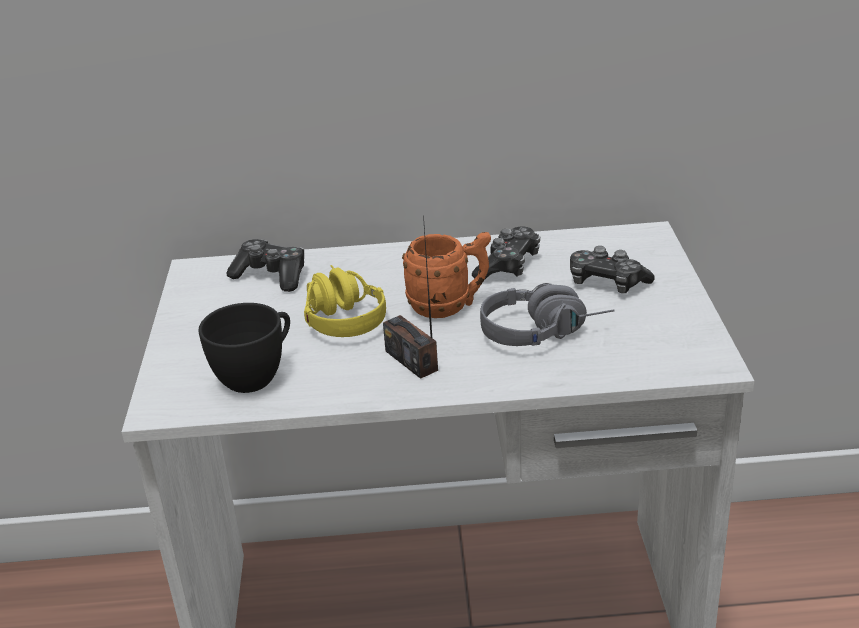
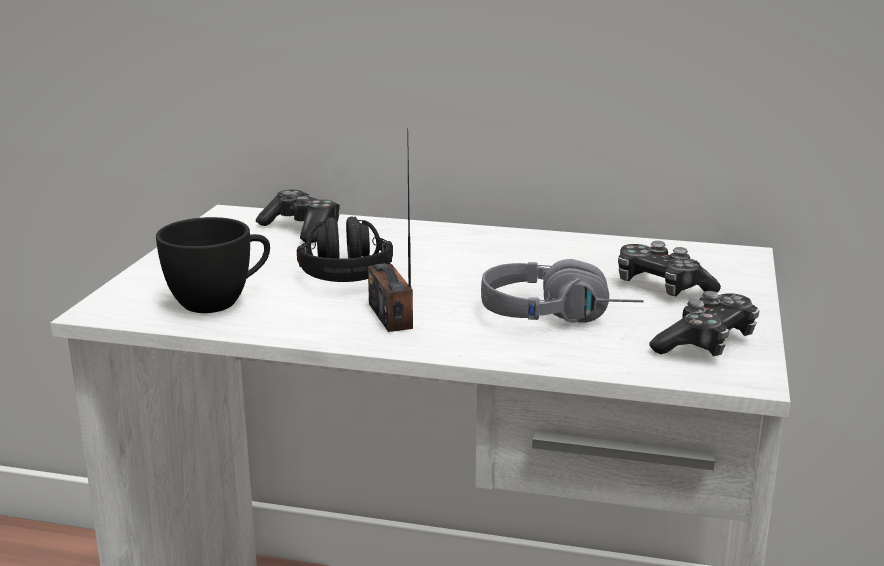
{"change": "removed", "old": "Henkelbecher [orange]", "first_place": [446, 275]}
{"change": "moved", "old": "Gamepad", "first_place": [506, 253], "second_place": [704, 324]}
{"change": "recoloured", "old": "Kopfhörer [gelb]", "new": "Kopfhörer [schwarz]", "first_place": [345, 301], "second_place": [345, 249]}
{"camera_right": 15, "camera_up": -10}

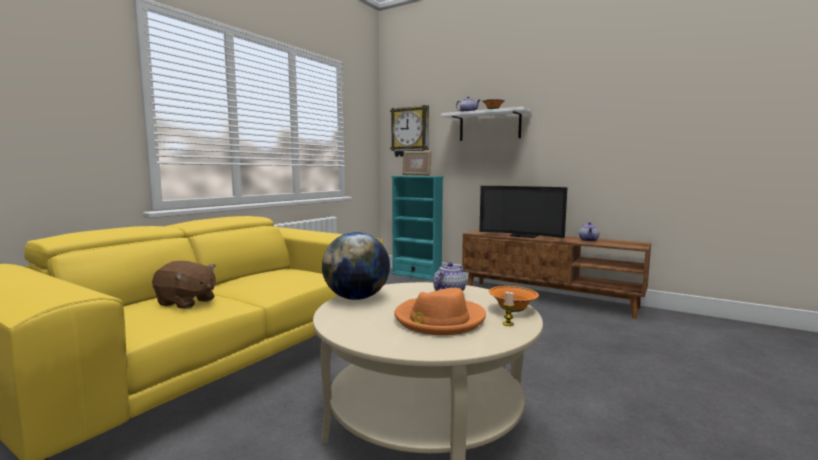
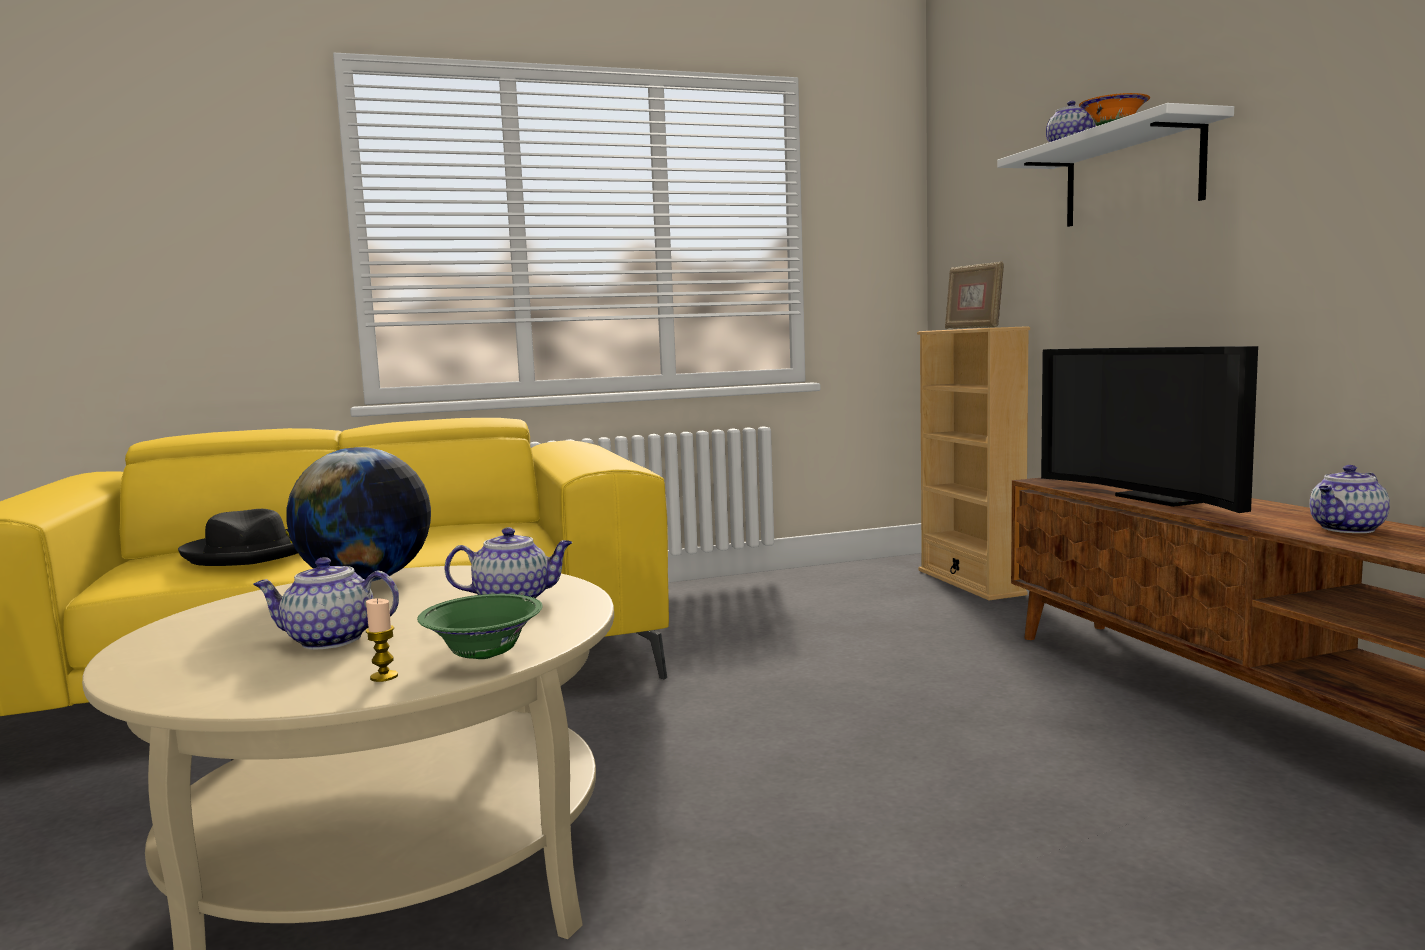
{"change": "removed", "old": "Wanduhr", "first_place": [409, 131]}
{"change": "replaced", "old": "Plüschtier [braun]", "new": "Hut [schwarz]", "first_place": [184, 285], "second_place": [238, 537]}
{"change": "replaced", "old": "Hut [orange]", "new": "Teekanne", "first_place": [440, 311], "second_place": [326, 603]}
{"change": "recoloured", "old": "Bücherregal [türkis]", "new": "Bücherregal [beige]", "first_place": [417, 228], "second_place": [973, 463]}
{"change": "recoloured", "old": "Schüssel [orange]", "new": "Schüssel [grün]", "first_place": [514, 299], "second_place": [480, 626]}
{"camera_right": 40, "camera_up": 0}

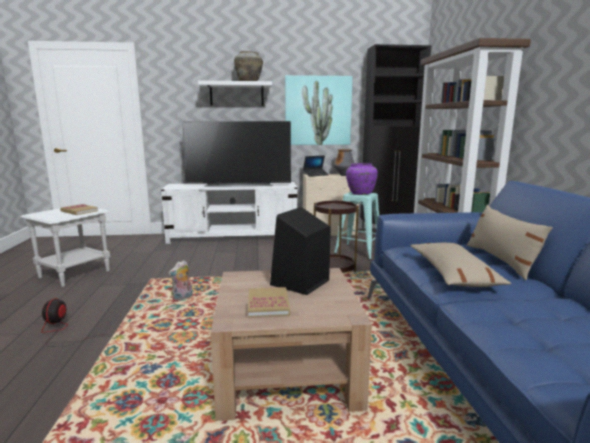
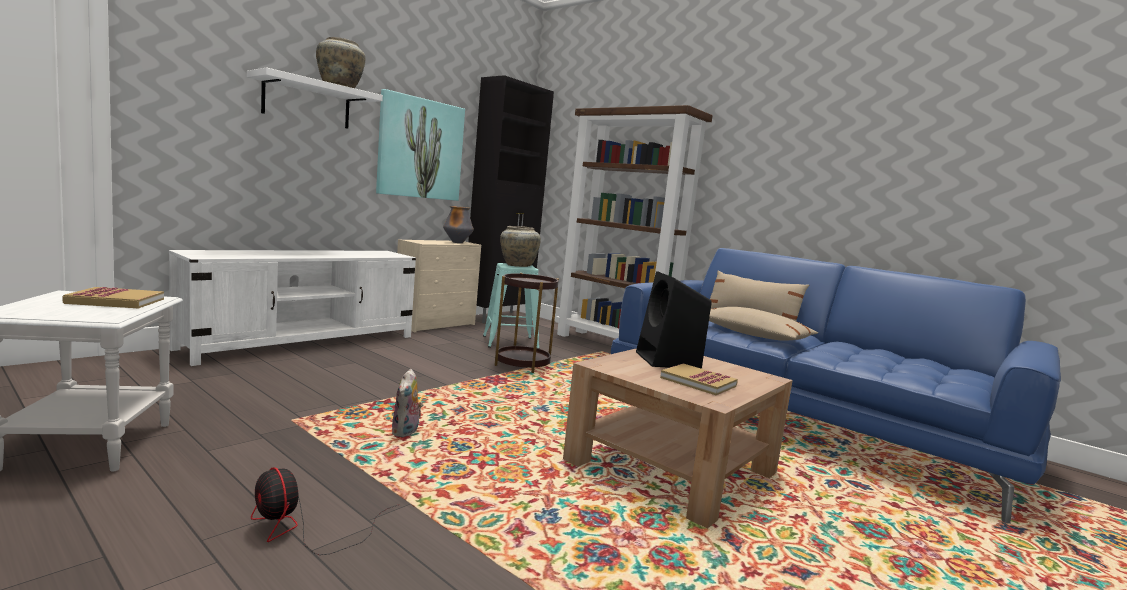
{"change": "removed", "old": "Fernseher", "first_place": [236, 154]}
{"change": "removed", "old": "Laptop", "first_place": [315, 166]}
{"change": "recoloured", "old": "Vase [lila]", "new": "Vase [beige]", "first_place": [362, 179], "second_place": [520, 246]}
{"camera_right": -45, "camera_up": -5}

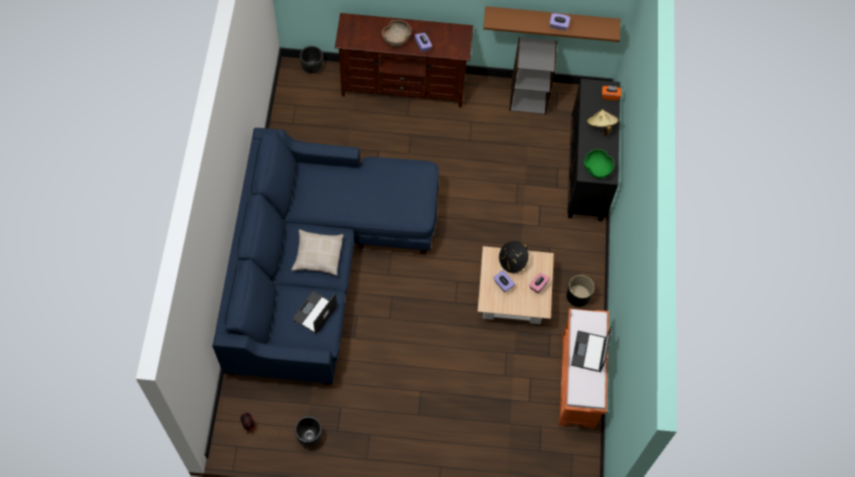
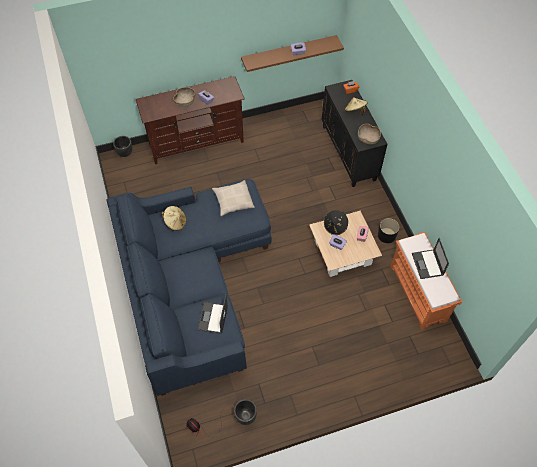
{"change": "removed", "old": "Bücherregal [grau]", "first_place": [533, 76]}
{"change": "added", "new": "Hut [beige]", "second_place": [174, 218]}
{"change": "moved", "old": "Kissen [beige]", "first_place": [317, 252], "second_place": [233, 198]}
{"change": "recoloured", "old": "Schüssel [grün]", "new": "Schüssel [braun]", "first_place": [599, 164], "second_place": [369, 134]}
{"camera_right": -20, "camera_up": -5}

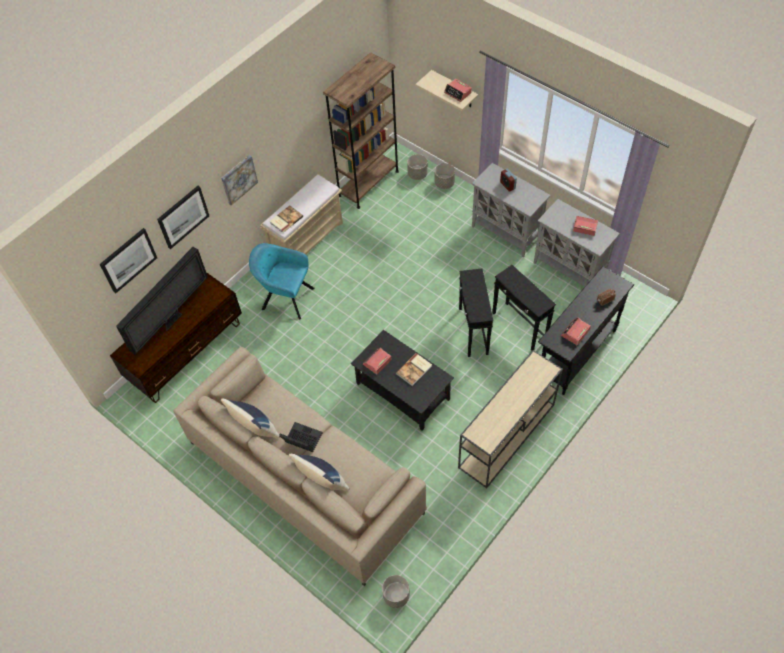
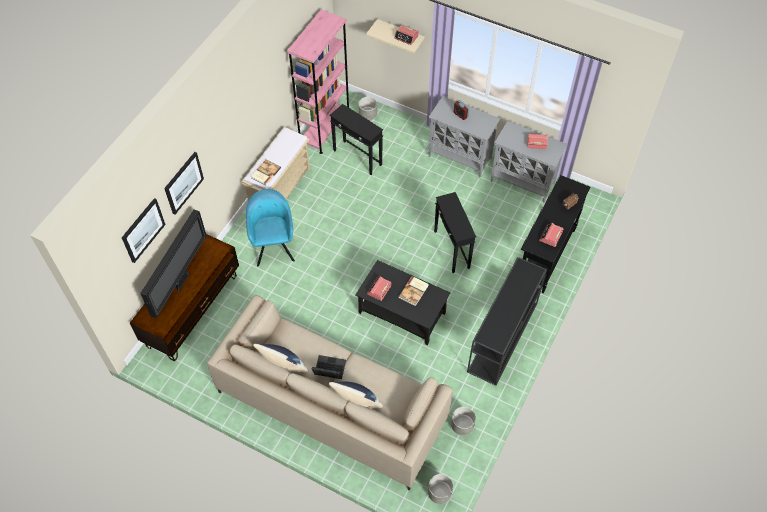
{"change": "removed", "old": "Bild", "first_place": [239, 180]}
{"change": "moved", "old": "Pflanzkübel [grau]", "first_place": [445, 176], "second_place": [463, 421]}
{"change": "moved", "old": "Beistelltisch [schwarz]", "first_place": [524, 307], "second_place": [356, 139]}
{"change": "recoloured", "old": "Bücherregal [braun]", "new": "Bücherregal [rosa]", "first_place": [361, 130], "second_place": [318, 82]}
{"change": "recoloured", "old": "Konsolentisch [beige]", "new": "Konsolentisch [schwarz]", "first_place": [510, 419], "second_place": [507, 321]}
{"change": "turned", "old": "Sessel [türkis]", "first_place": [282, 281], "second_place": [270, 227], "degrees": 75}
{"camera_right": -15, "camera_up": 0}

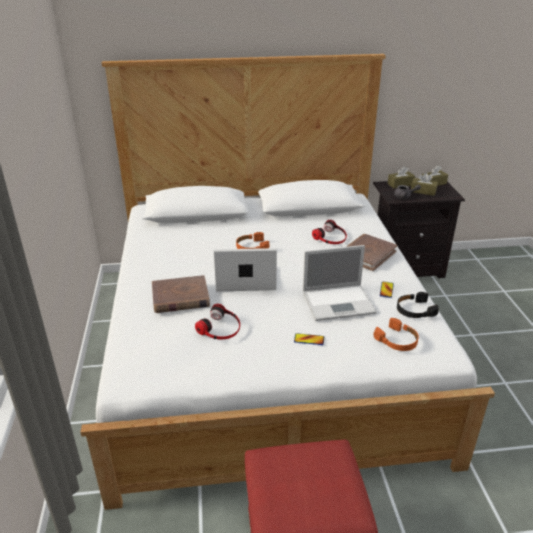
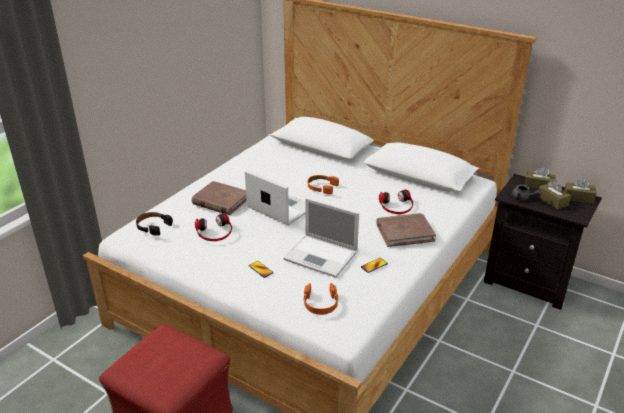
{"change": "moved", "old": "Kopfhörer [schwarz]", "first_place": [418, 305], "second_place": [154, 224]}
{"camera_right": 40, "camera_up": 0}

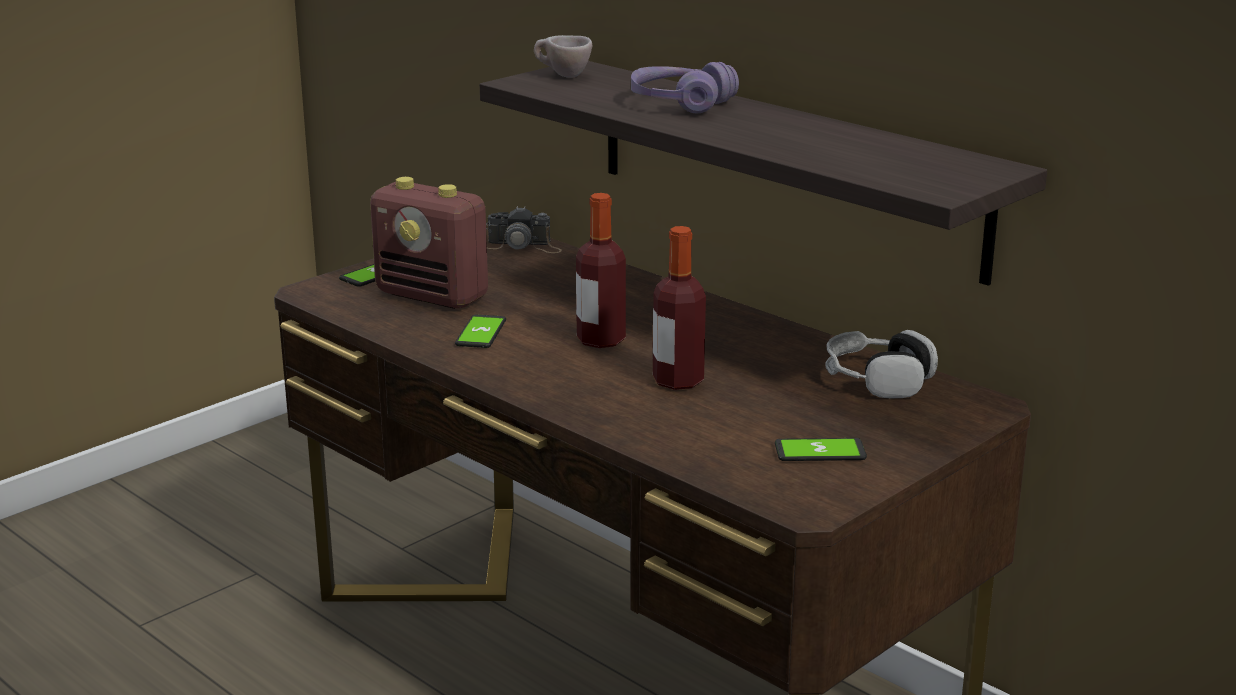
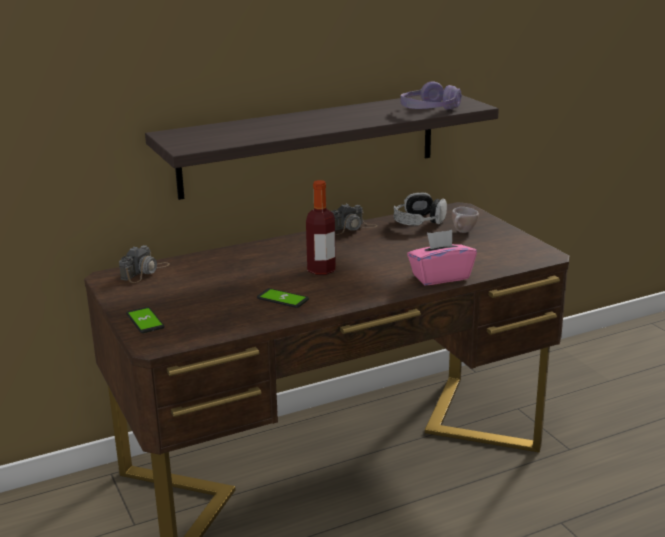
{"change": "removed", "old": "Radio", "first_place": [429, 243]}
{"change": "removed", "old": "Flasche", "first_place": [679, 308]}
{"change": "removed", "old": "Handy", "first_place": [821, 449]}
{"change": "added", "new": "Kamera", "second_place": [354, 219]}
{"change": "added", "new": "Taschentuchbox [rosa]", "second_place": [442, 257]}
{"change": "moved", "old": "Tasse [beige]", "first_place": [563, 56], "second_place": [465, 220]}
{"change": "moved", "old": "Kopfhörer [lila]", "first_place": [685, 88], "second_place": [431, 95]}
{"camera_right": -70, "camera_up": 0}

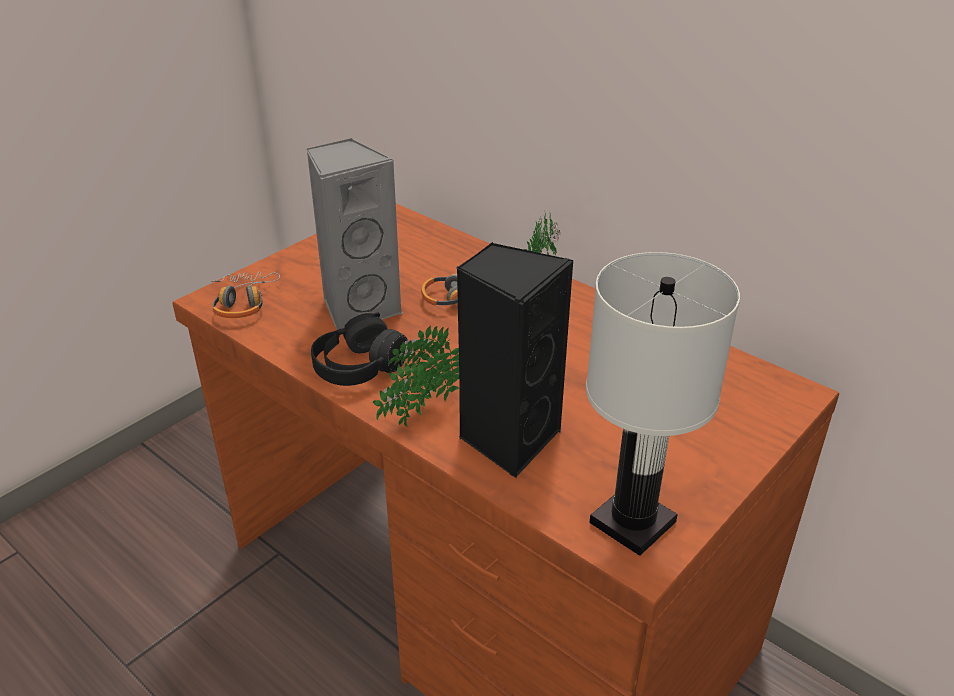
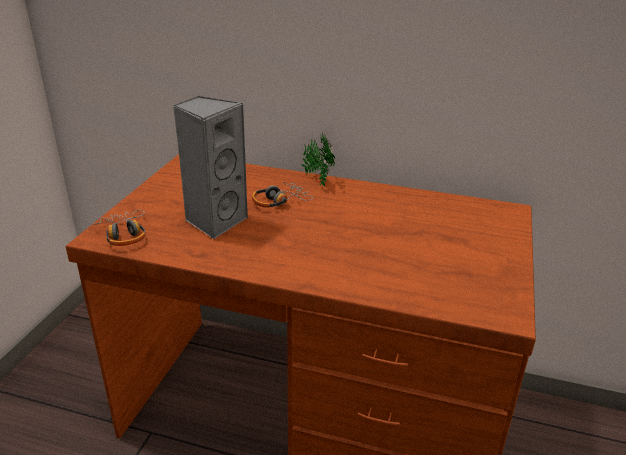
{"change": "removed", "old": "Kopfhörer [schwarz]", "first_place": [359, 349]}
{"change": "removed", "old": "Topfpflanze", "first_place": [416, 376]}
{"change": "removed", "old": "Lautsprecher [schwarz]", "first_place": [515, 360]}
{"change": "removed", "old": "Tischlampe [weiß]", "first_place": [663, 404]}
{"camera_right": -25, "camera_up": -5}

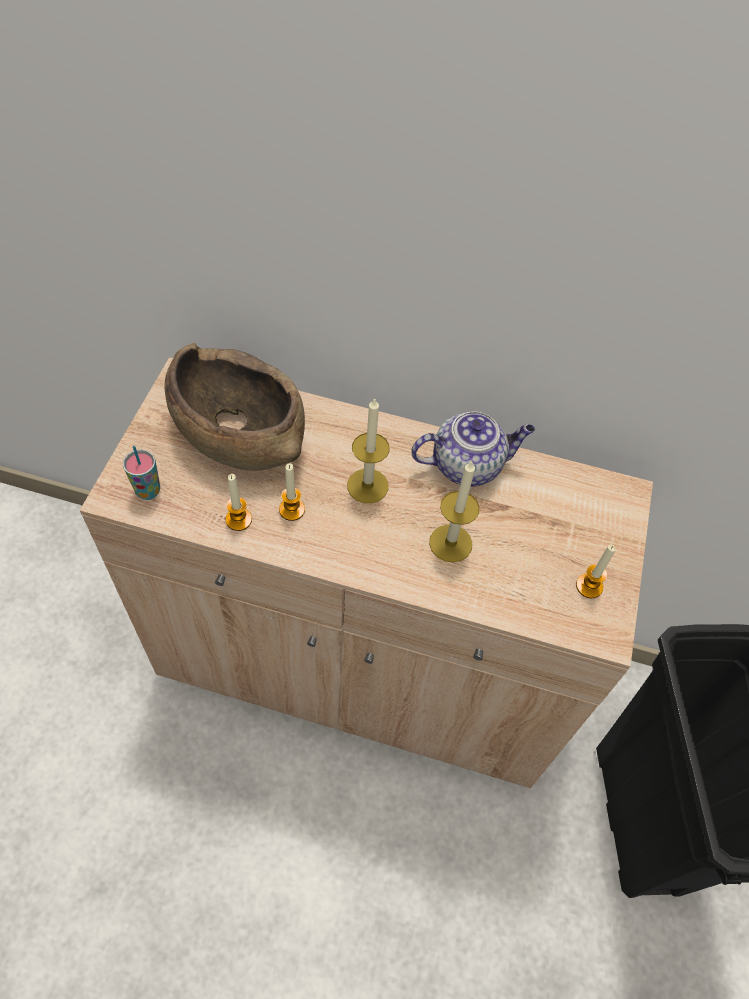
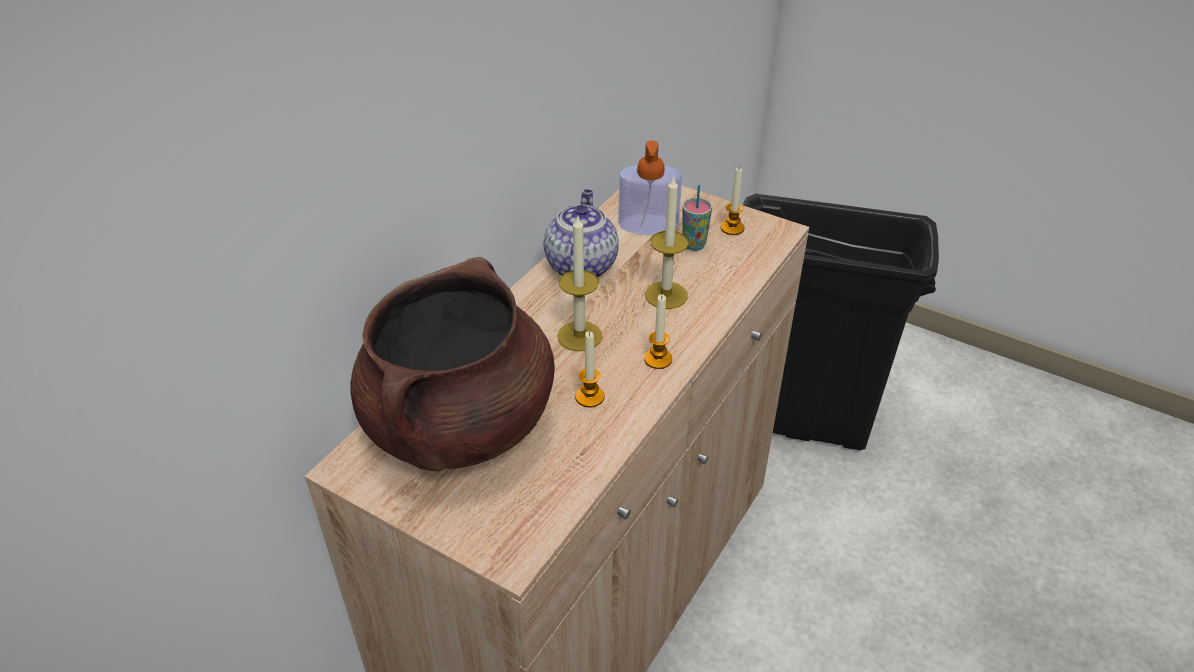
{"change": "added", "new": "Seifenspender", "second_place": [650, 188]}
{"change": "moved", "old": "Tasse", "first_place": [141, 473], "second_place": [697, 218]}
{"change": "moved", "old": "Kerze", "first_place": [239, 502], "second_place": [658, 331]}
{"change": "replaced", "old": "Schüssel [braun]", "new": "Kochtopf [braun]", "first_place": [234, 407], "second_place": [453, 364]}
{"camera_right": -70, "camera_up": -15}

